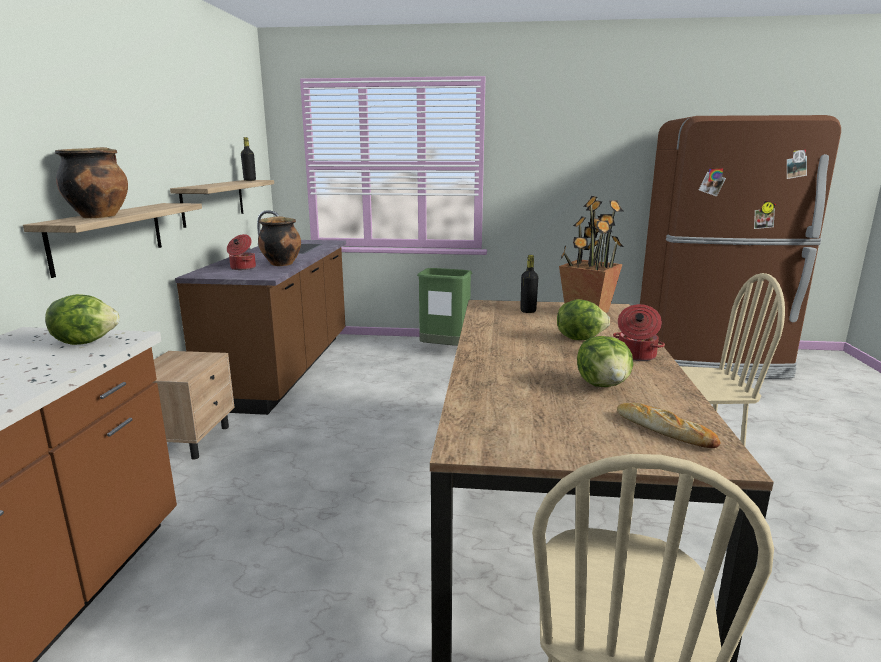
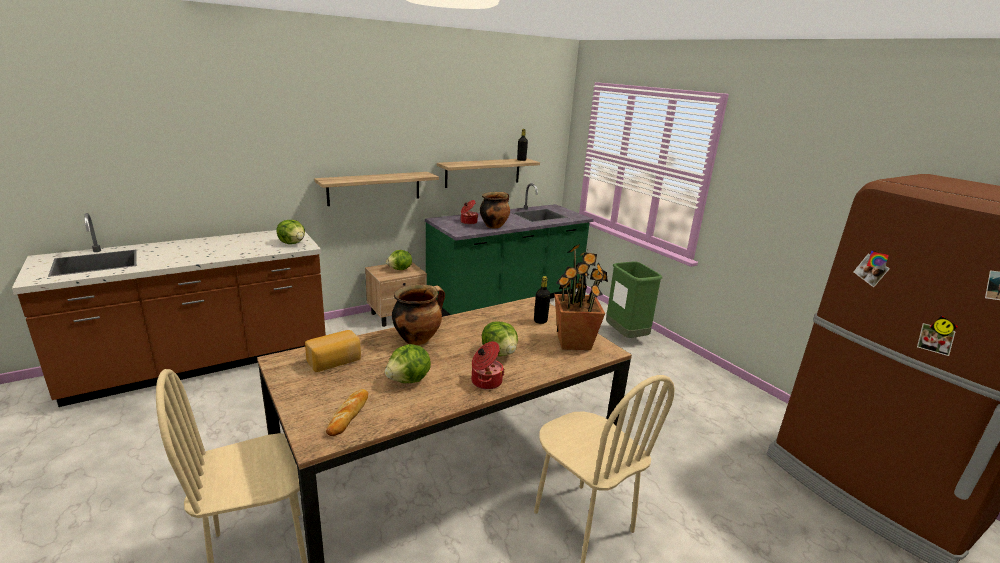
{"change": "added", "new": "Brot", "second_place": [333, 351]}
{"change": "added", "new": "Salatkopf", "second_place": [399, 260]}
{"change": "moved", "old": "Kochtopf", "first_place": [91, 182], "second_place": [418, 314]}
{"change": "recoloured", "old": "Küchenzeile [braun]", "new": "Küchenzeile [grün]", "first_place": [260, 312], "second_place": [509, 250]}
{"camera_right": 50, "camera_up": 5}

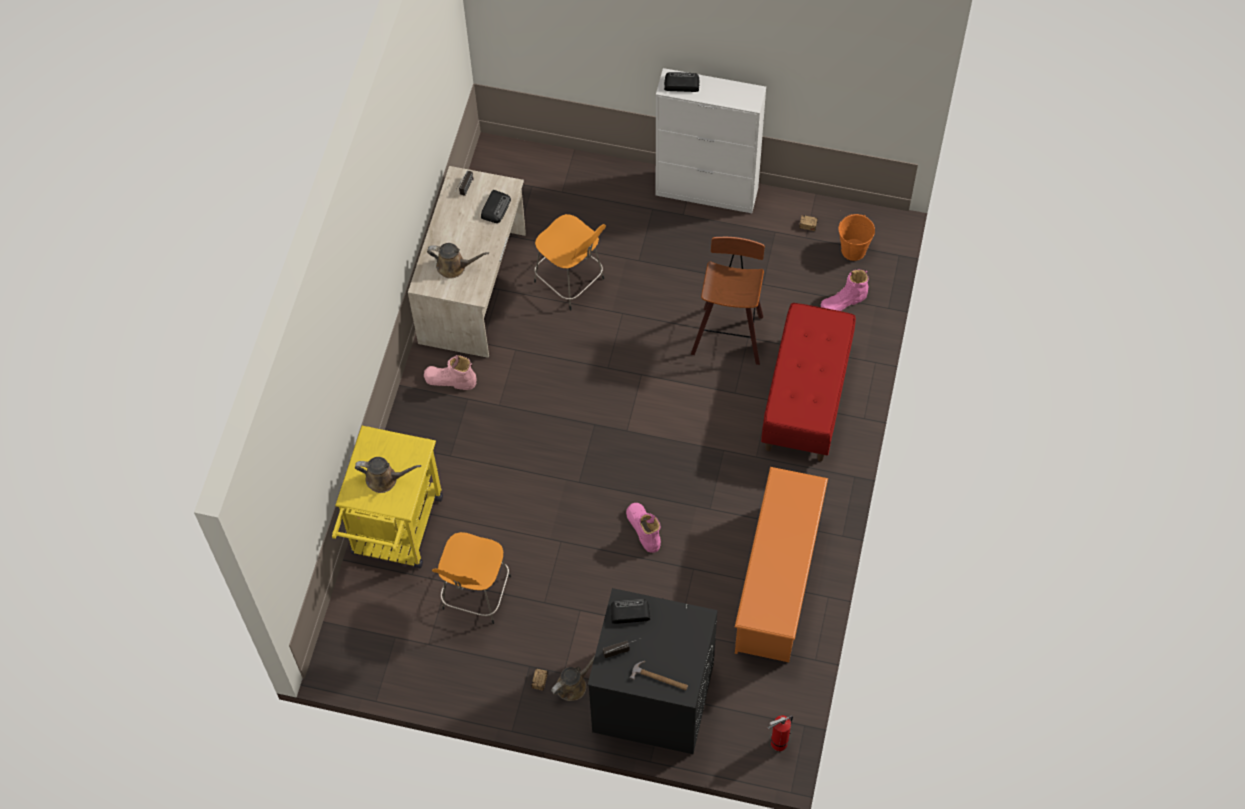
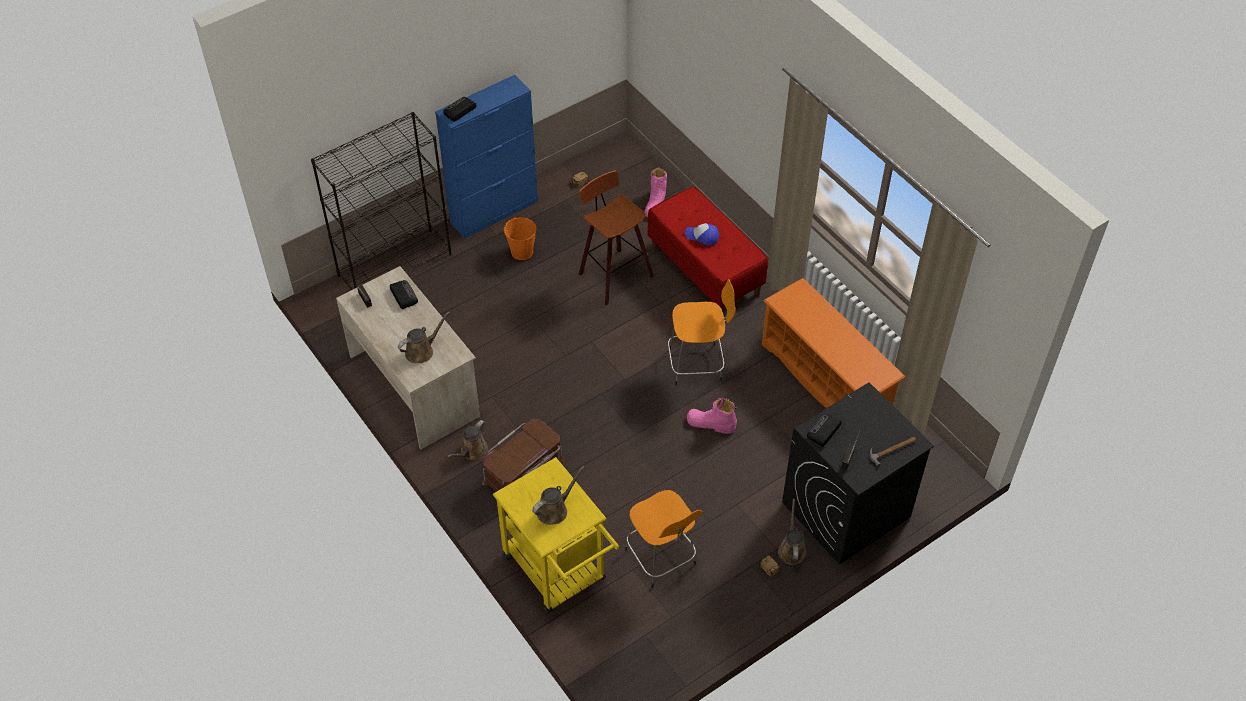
{"change": "removed", "old": "Feuerlöscher", "first_place": [780, 733]}
{"change": "added", "new": "Bücherregal [schwarz]", "second_place": [381, 201]}
{"change": "added", "new": "Aufbewahrungsbox [braun]", "second_place": [523, 455]}
{"change": "added", "new": "Kappe", "second_place": [702, 234]}
{"change": "moved", "old": "Hocker [orange]", "first_place": [570, 262], "second_place": [701, 332]}
{"change": "moved", "old": "Eimer [orange]", "first_place": [856, 237], "second_place": [520, 238]}
{"change": "replaced", "old": "Stiefel [rosa]", "new": "Gießkanne [braun]", "first_place": [450, 372], "second_place": [467, 440]}
{"change": "recoloured", "old": "Schrank [weiß]", "new": "Schrank [blau]", "first_place": [711, 140], "second_place": [486, 157]}
{"camera_right": -50, "camera_up": -10}

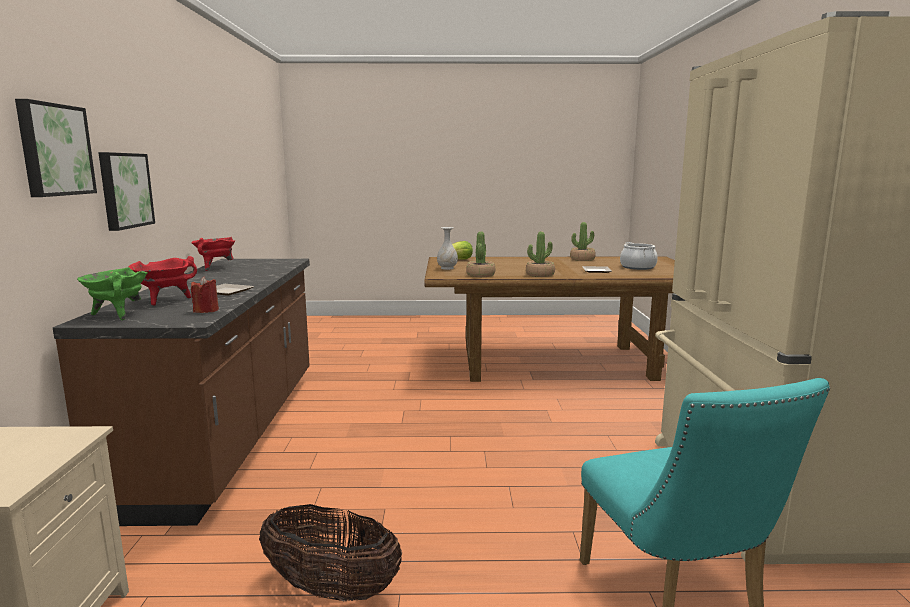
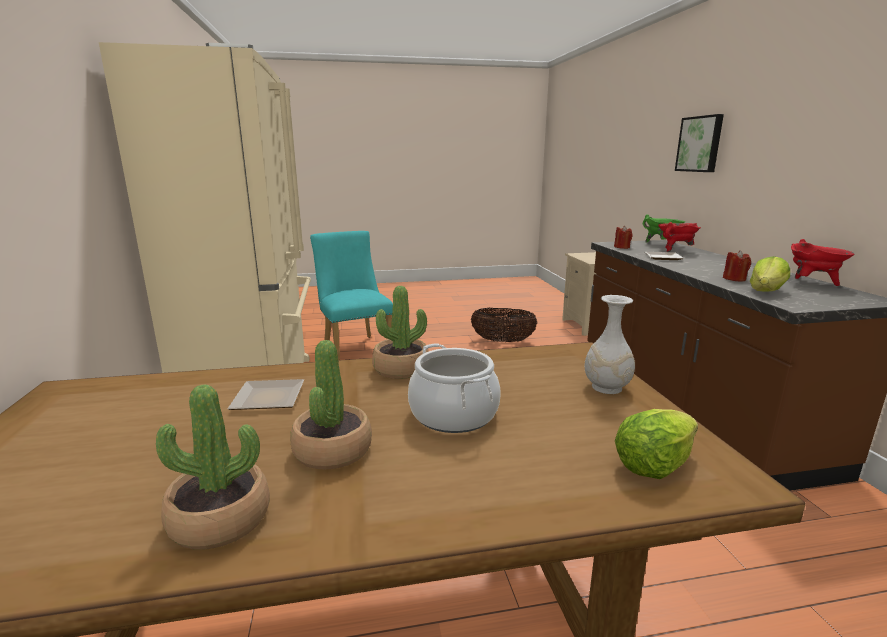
{"change": "removed", "old": "Bild", "first_place": [126, 191]}
{"change": "added", "new": "Kerze [rot]", "second_place": [737, 265]}
{"change": "added", "new": "Salatkopf", "second_place": [770, 274]}
{"change": "moved", "old": "Topfpflanze", "first_place": [480, 254], "second_place": [331, 405]}
{"change": "moved", "old": "Kochtopf", "first_place": [639, 256], "second_place": [454, 388]}
{"camera_right": 170, "camera_up": 5}

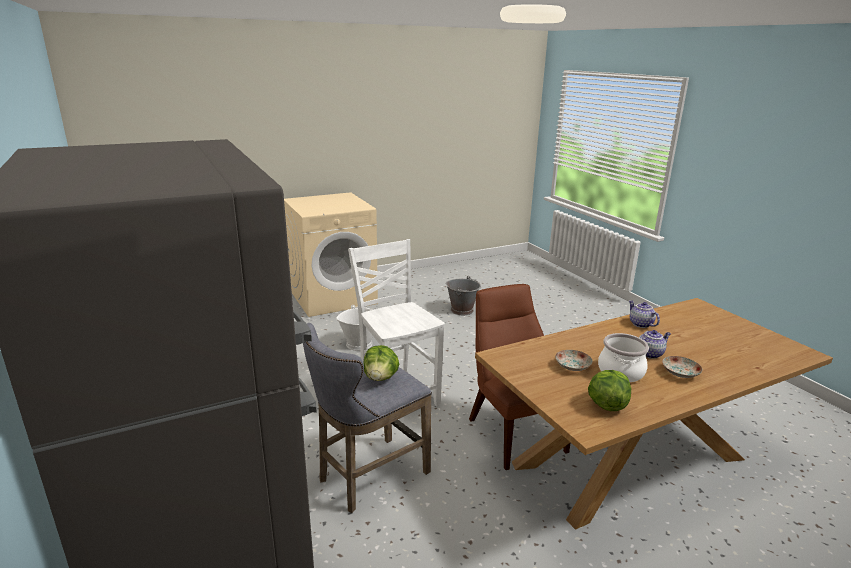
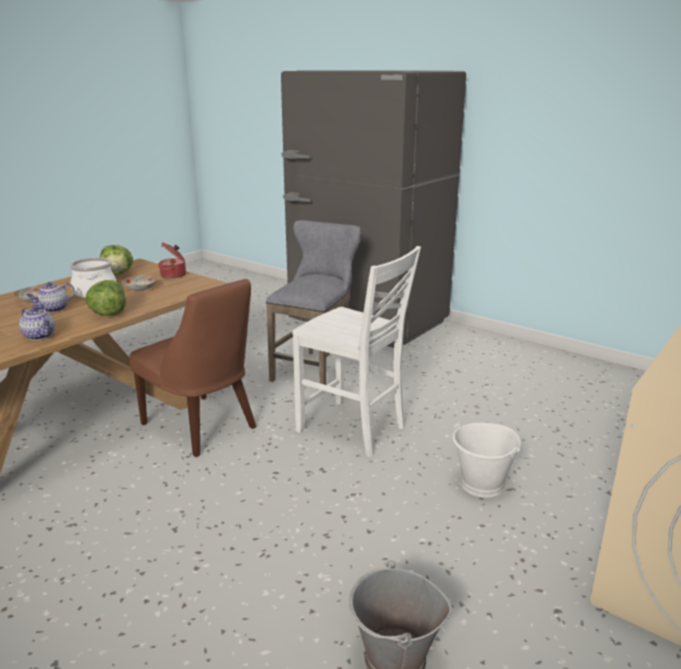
{"change": "added", "new": "Kochtopf", "second_place": [172, 260]}
{"change": "moved", "old": "Salatkopf", "first_place": [381, 363], "second_place": [106, 298]}
{"camera_right": 155, "camera_up": 0}

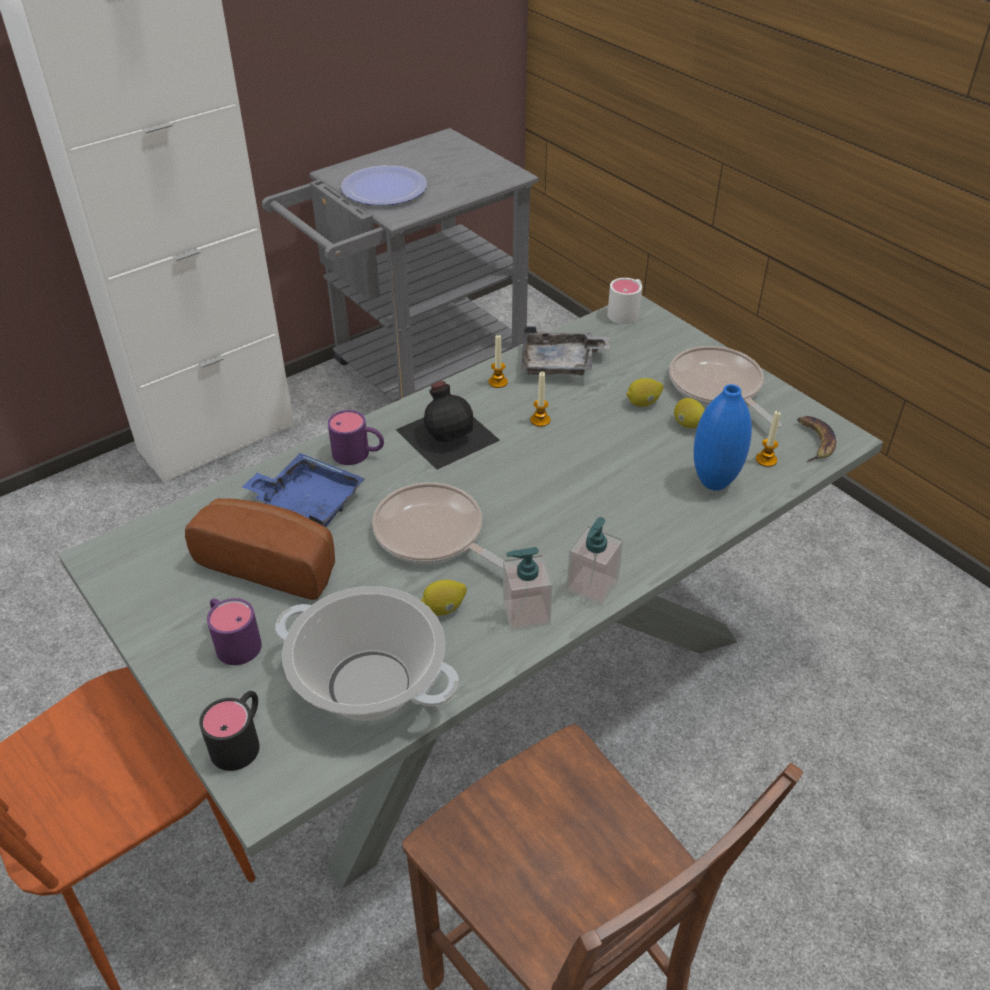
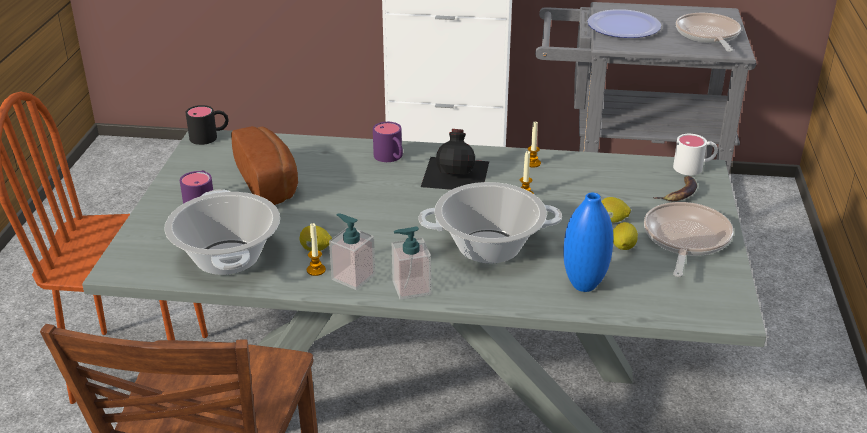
{"change": "removed", "old": "Tablett [blau]", "first_place": [303, 490]}
{"change": "removed", "old": "Tablett [grau]", "first_place": [565, 350]}
{"change": "added", "new": "Kochtopf", "second_place": [490, 223]}
{"change": "moved", "old": "Henkelbecher [schwarz]", "first_place": [229, 731], "second_place": [207, 125]}
{"change": "moved", "old": "Pfanne", "first_place": [437, 525], "second_place": [708, 32]}
{"change": "moved", "old": "Kerze", "first_place": [768, 439], "second_place": [316, 249]}
{"change": "moved", "old": "Banane", "first_place": [816, 439], "second_place": [675, 188]}
{"camera_right": 45, "camera_up": -10}

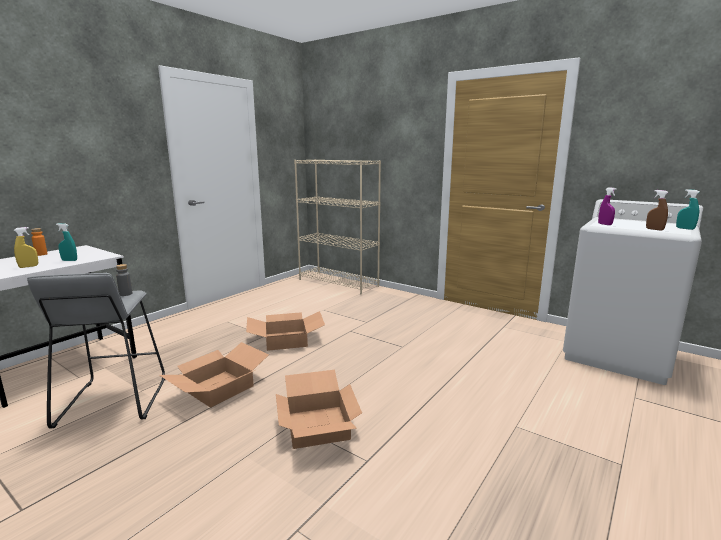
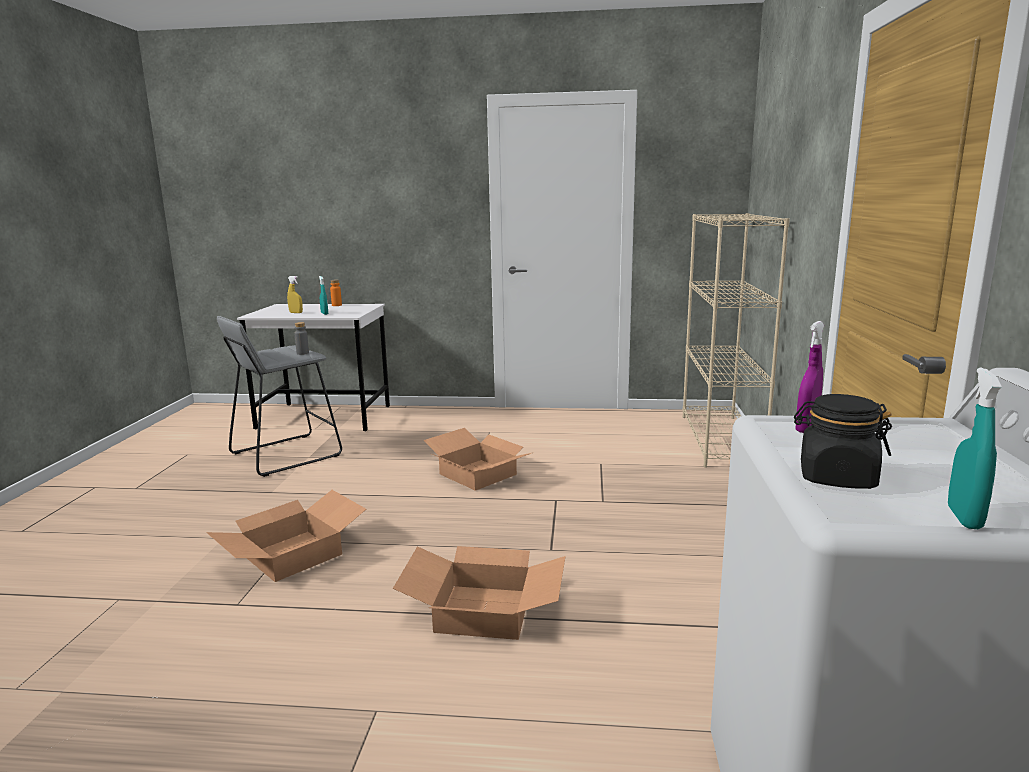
{"change": "moved", "old": "Karton", "first_place": [214, 375], "second_place": [479, 593]}
{"change": "replaced", "old": "Sprühflasche [braun]", "new": "Vorratsglas [schwarz]", "first_place": [657, 210], "second_place": [843, 441]}
{"camera_right": 60, "camera_up": 0}

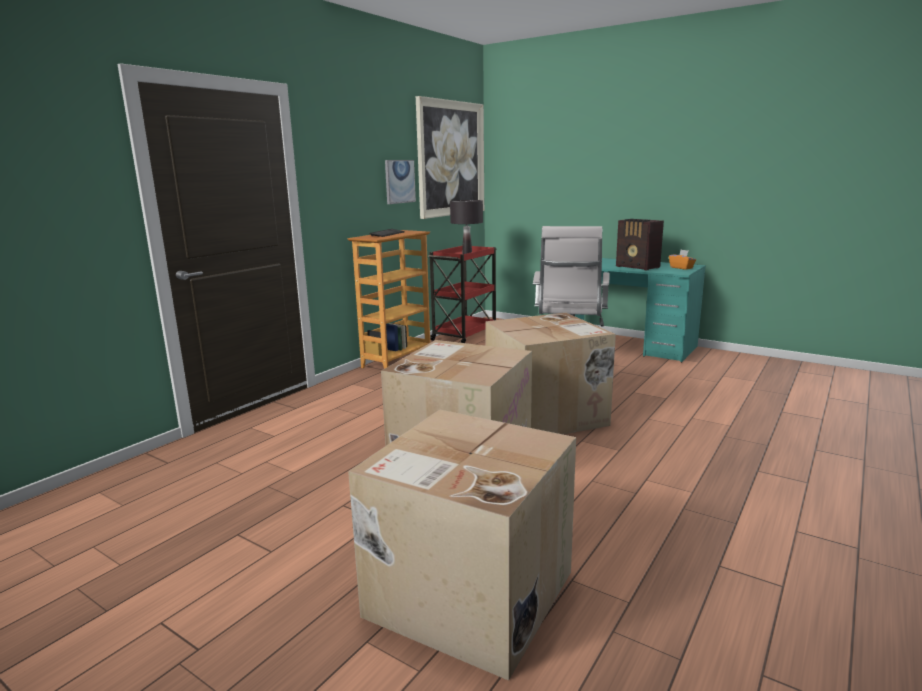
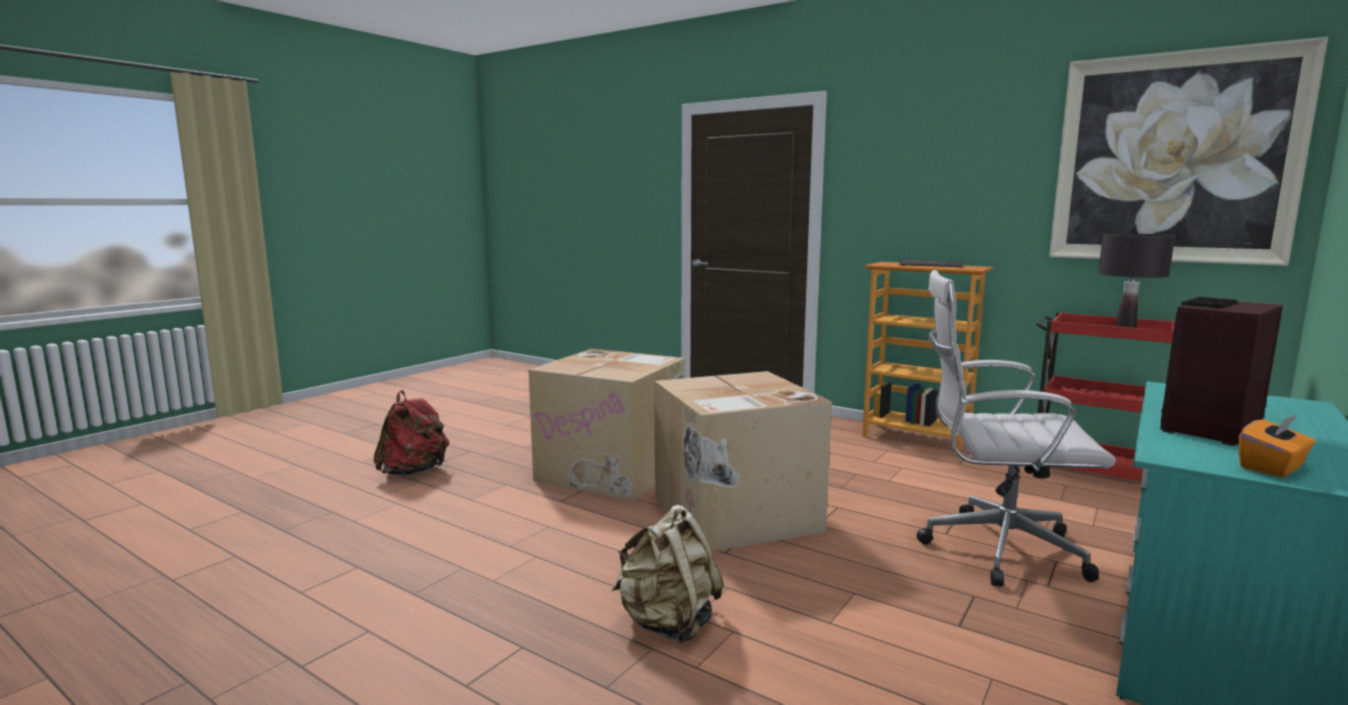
{"change": "removed", "old": "Bild", "first_place": [400, 182]}
{"change": "added", "new": "Rucksack [beige]", "second_place": [668, 574]}
{"change": "replaced", "old": "Karton", "new": "Rucksack [rot]", "first_place": [462, 545], "second_place": [411, 433]}
{"camera_right": 90, "camera_up": -5}

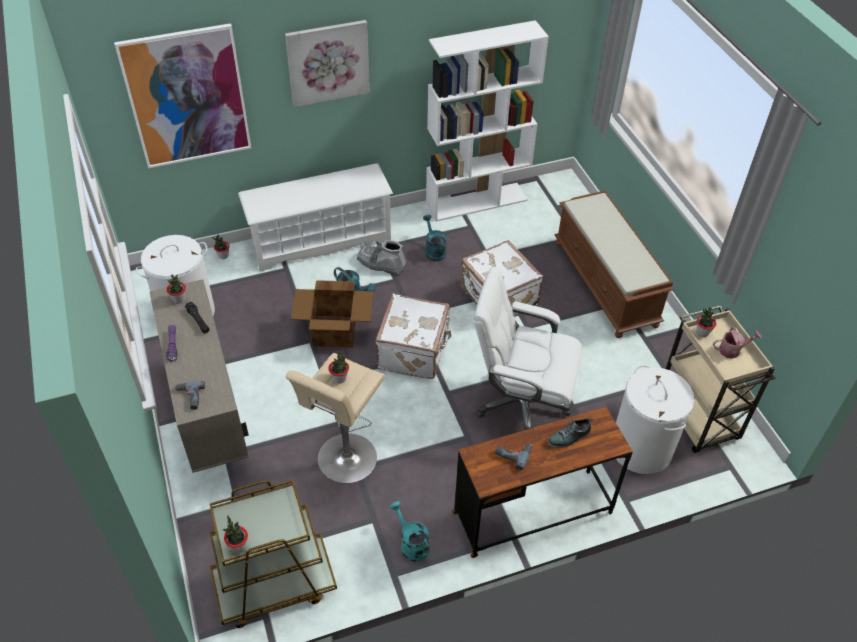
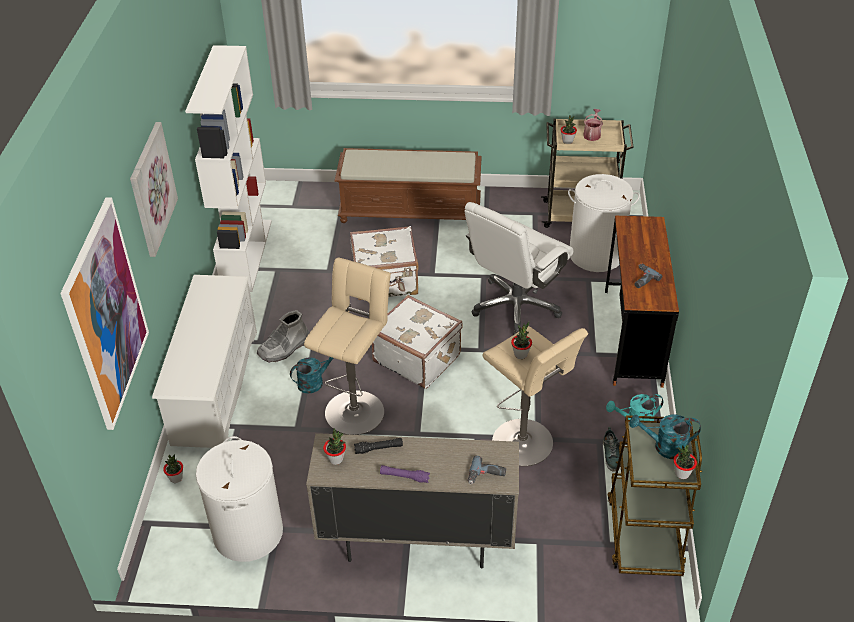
{"change": "moved", "old": "Gießkanne [türkis]", "first_place": [435, 238], "second_place": [665, 437]}
{"change": "moved", "old": "Schuh", "first_place": [570, 432], "second_place": [612, 449]}
{"change": "replaced", "old": "Karton", "new": "Hocker [beige]", "first_place": [332, 314], "second_place": [347, 346]}
{"camera_right": -65, "camera_up": -5}

